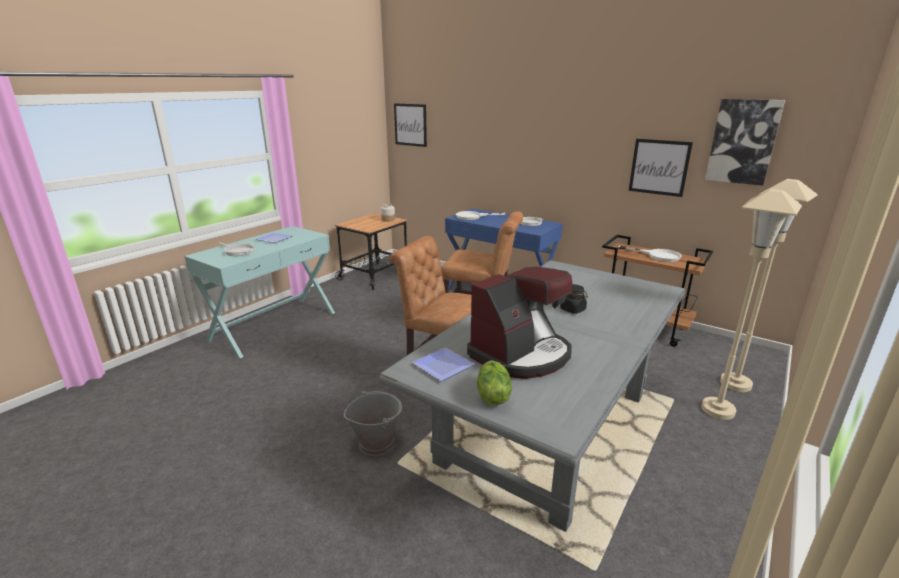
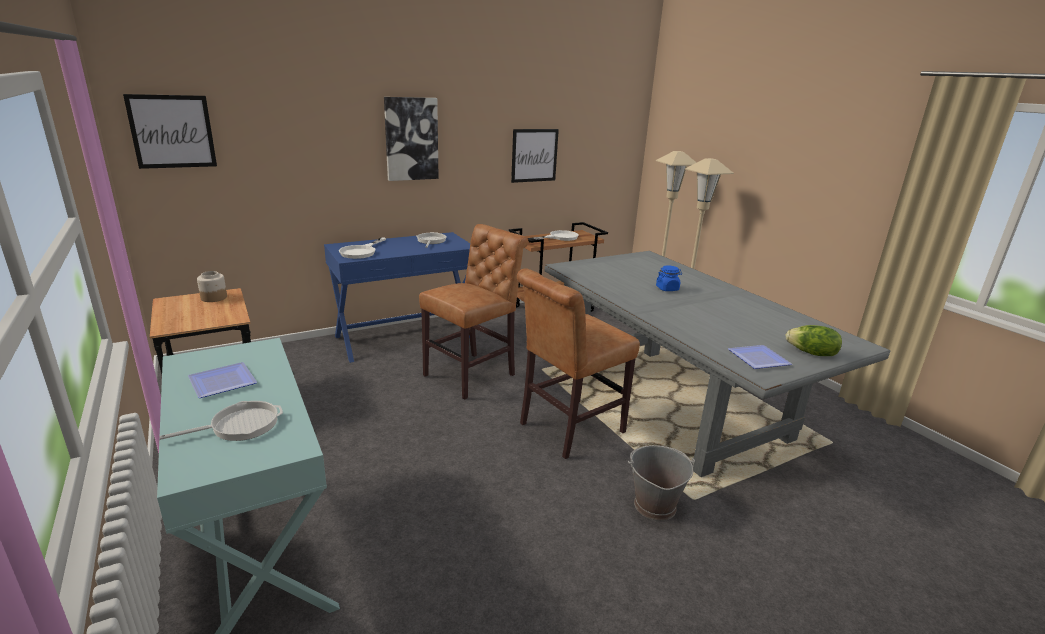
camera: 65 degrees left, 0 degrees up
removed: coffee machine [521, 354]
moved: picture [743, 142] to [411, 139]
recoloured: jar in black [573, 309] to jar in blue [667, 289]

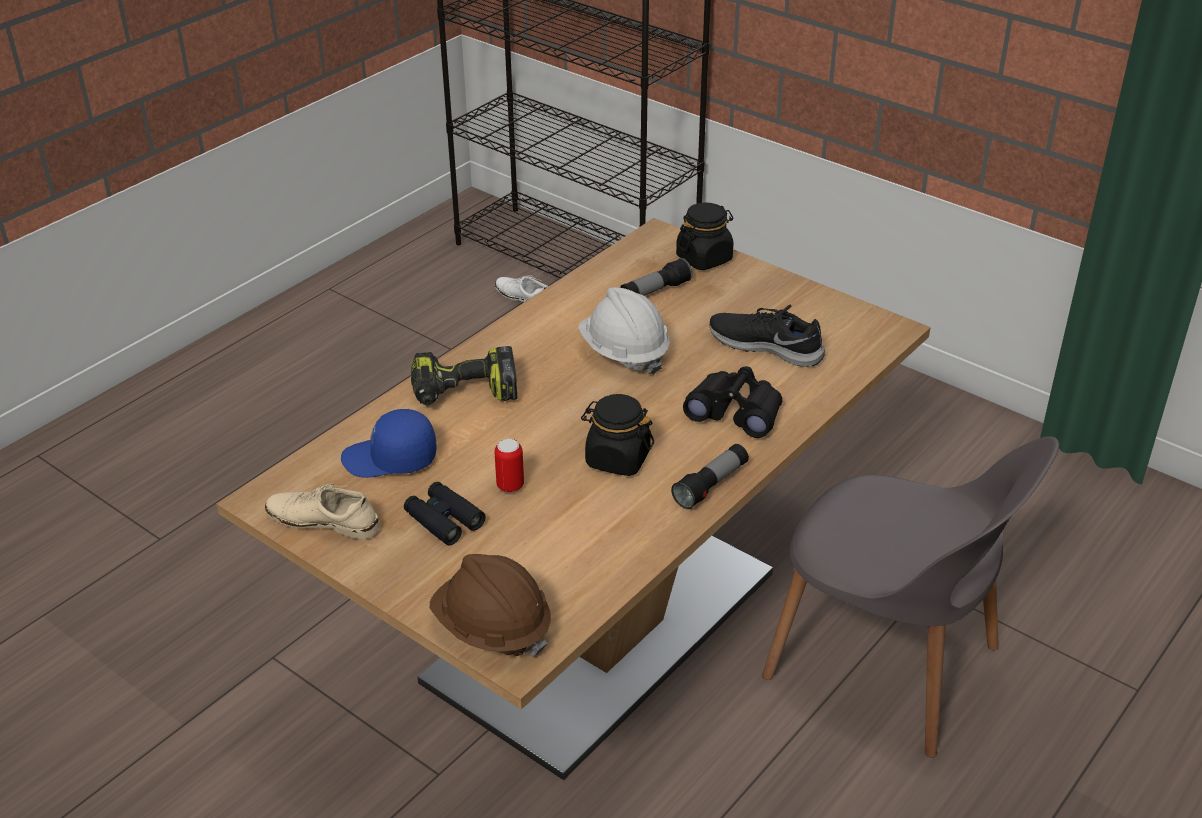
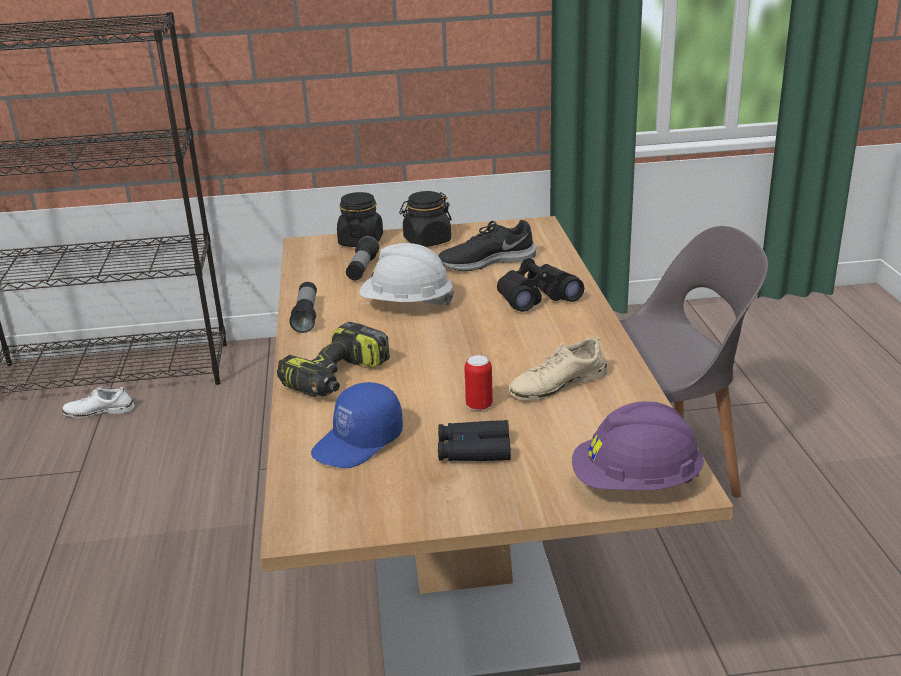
camera: 45 degrees left, 10 degrees down
moved: shoe in beige [323, 520] to [557, 384]; jar in black [617, 459] to [427, 241]; flashlight [711, 485] to [306, 316]
recoloured: hard hat in brown [492, 628] to hard hat in purple [636, 483]

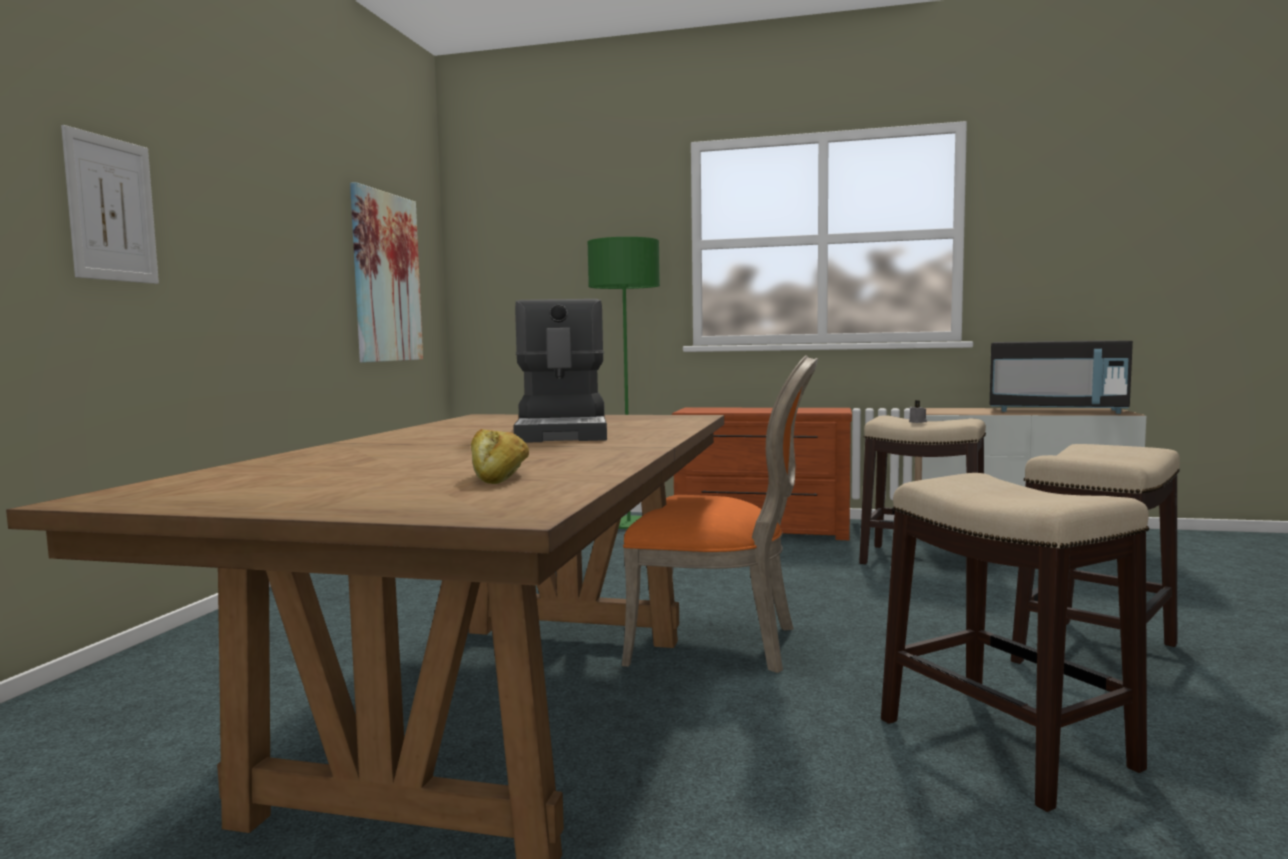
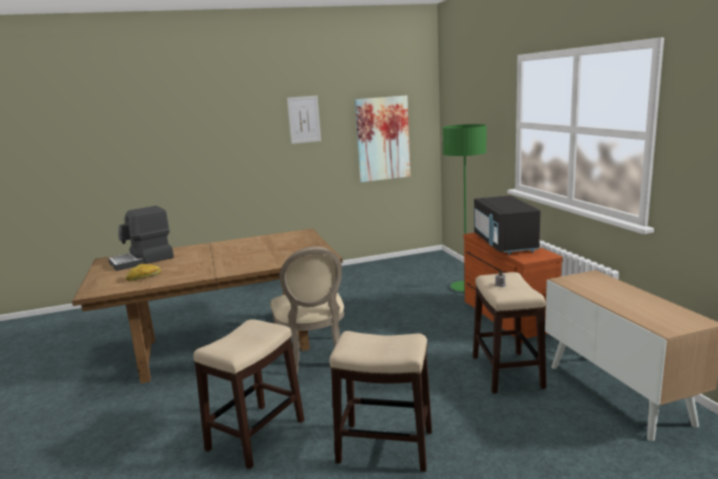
camera: 60 degrees right, 10 degrees up
moved: picture [111, 209] to [304, 119]; coffee machine [564, 432] to [142, 260]; microwave in black [1056, 411] to [504, 244]
recoloured: chair in orange [721, 643] to chair in beige [314, 357]

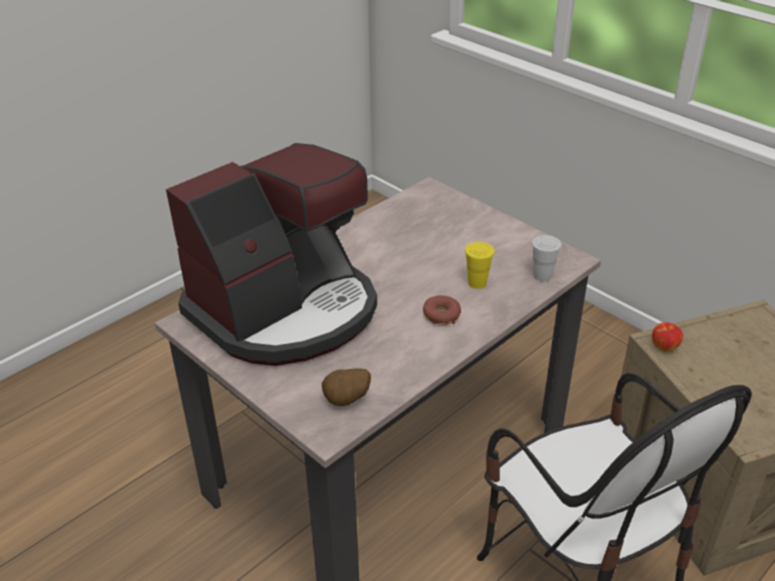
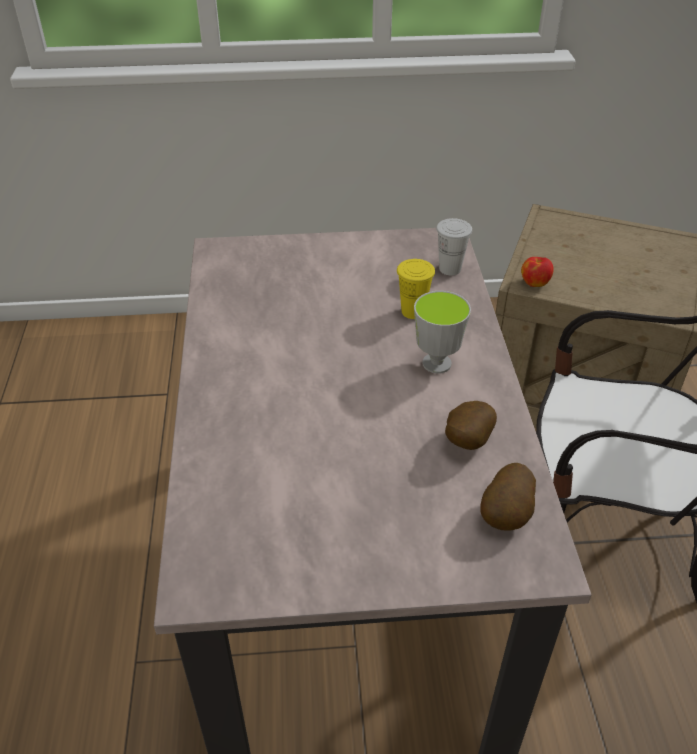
camera: 50 degrees left, 5 degrees up
removed: coffee machine [286, 311]
added: potato [466, 442]
replaced: donut [441, 315] to cup [436, 363]

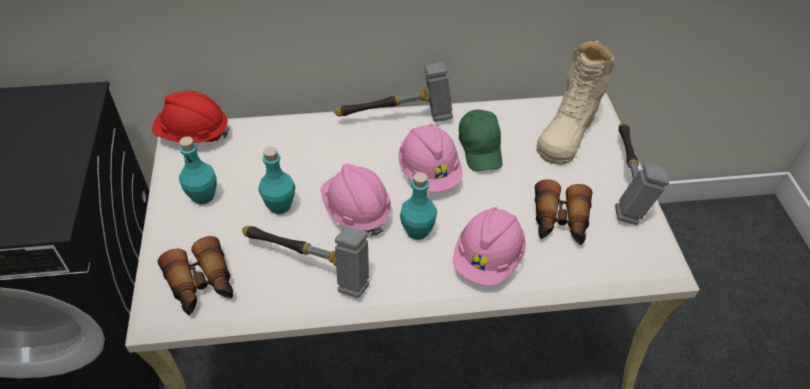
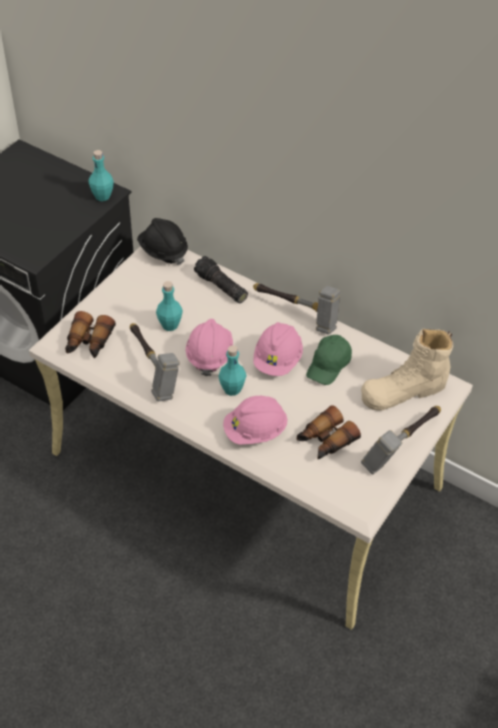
camera: 40 degrees right, 0 degrees up
added: flashlight [220, 287]
moved: bottle in turquoise [203, 196] to [102, 196]
recoloured: hard hat in red [193, 134] to hard hat in black [163, 251]

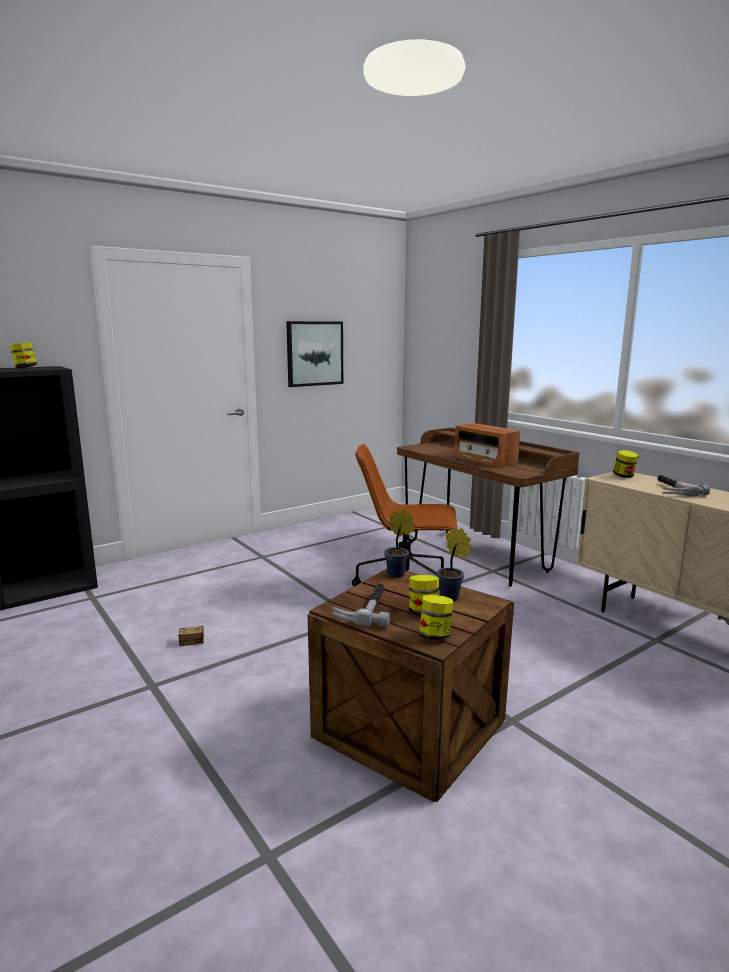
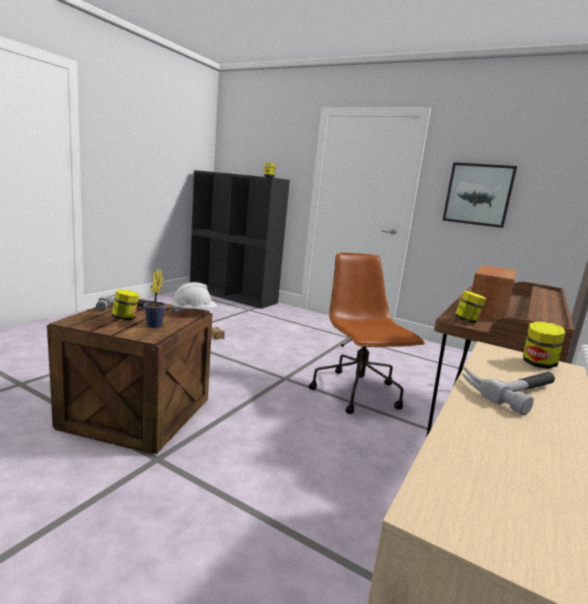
camera: 65 degrees right, 0 degrees up
moved: jar [435, 636] to [467, 321]
replaced: potted plant [398, 574] to hard hat in white [194, 312]

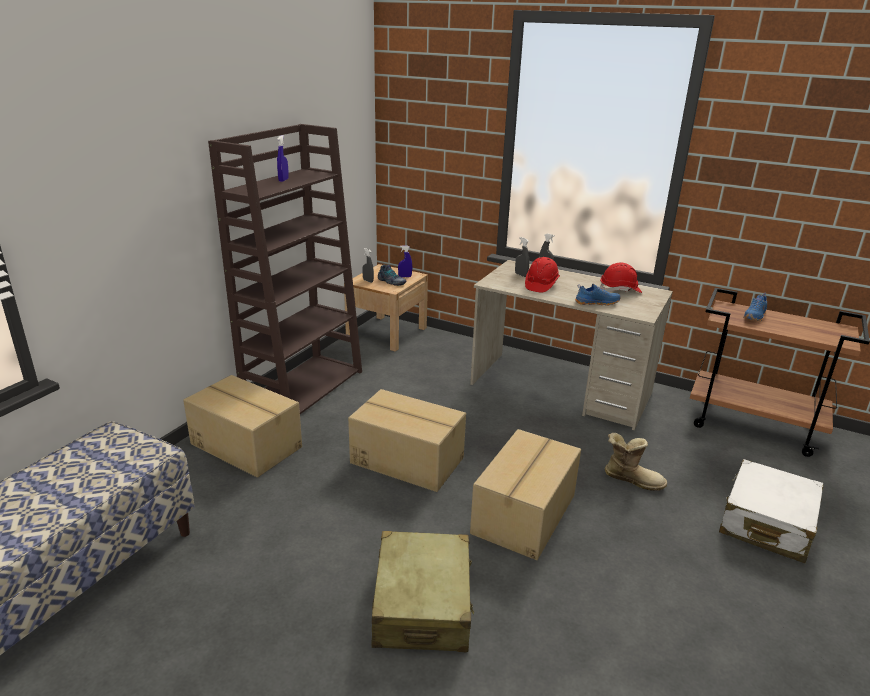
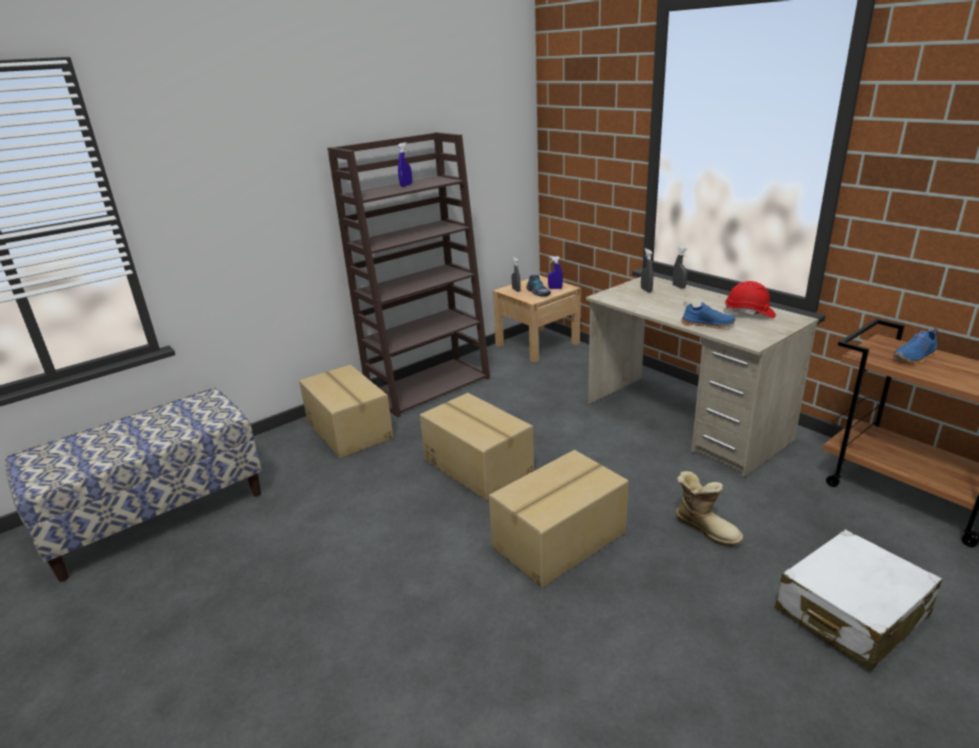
camera: 25 degrees right, 0 degrees up
removed: suitcase in beige [422, 604]; hard hat in red [541, 285]

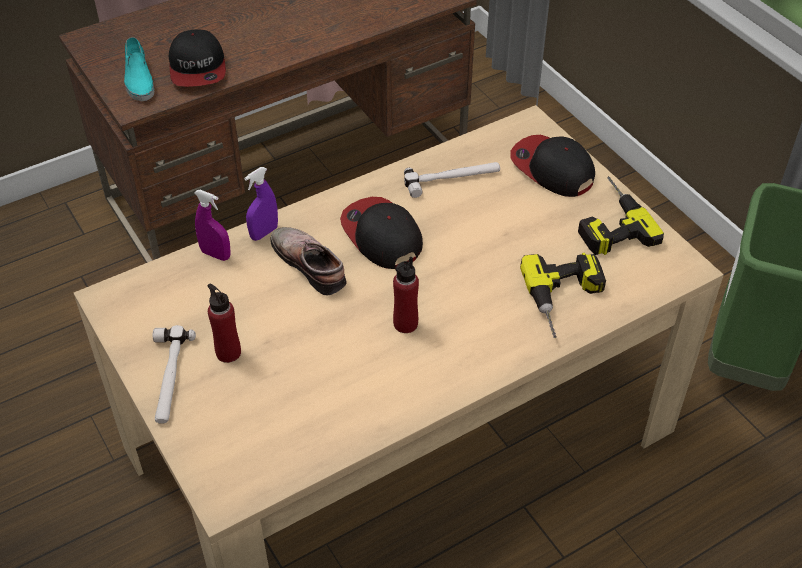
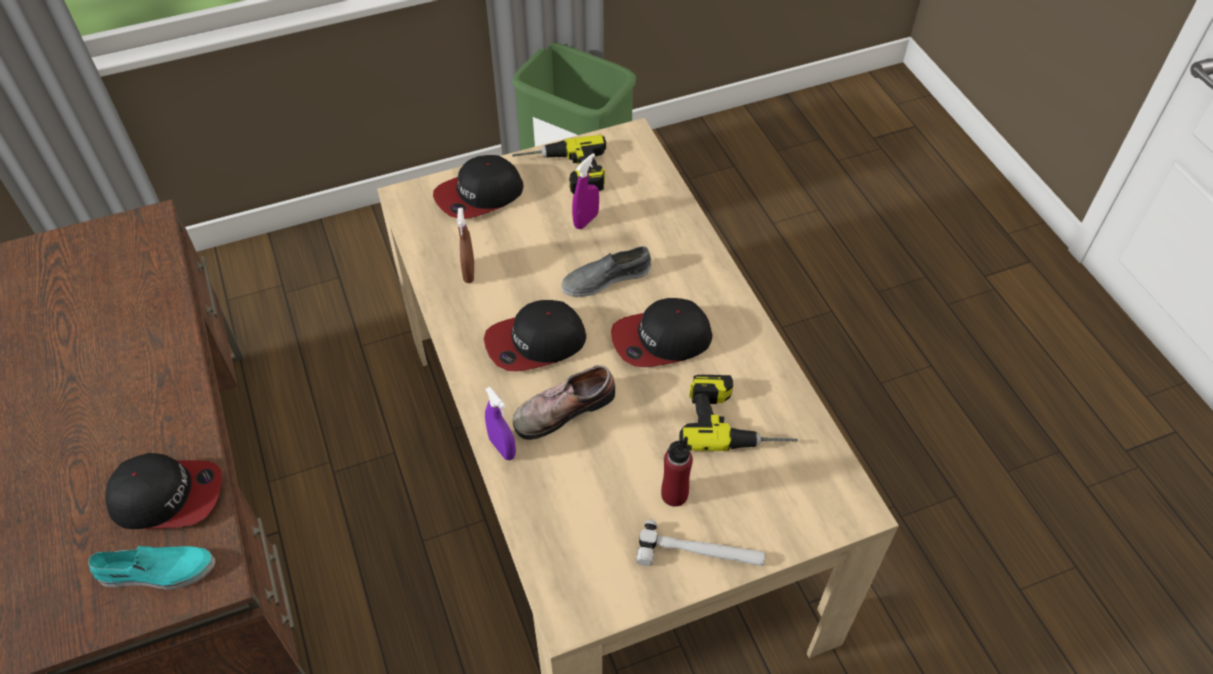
camera: 80 degrees left, 5 degrees up
added: shoe in grey [606, 278]
moved: spray bottle in purple [215, 254] to [586, 220]; power drill [567, 300] to [736, 420]
replaced: bottle in red [405, 324] to cap [661, 340]; hammer [452, 179] to spray bottle in brown [469, 272]

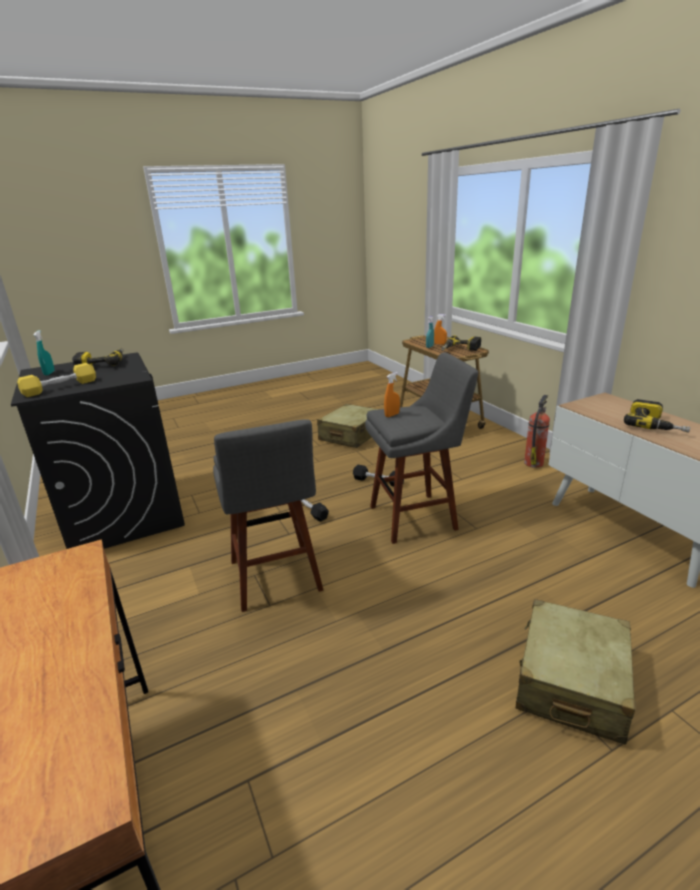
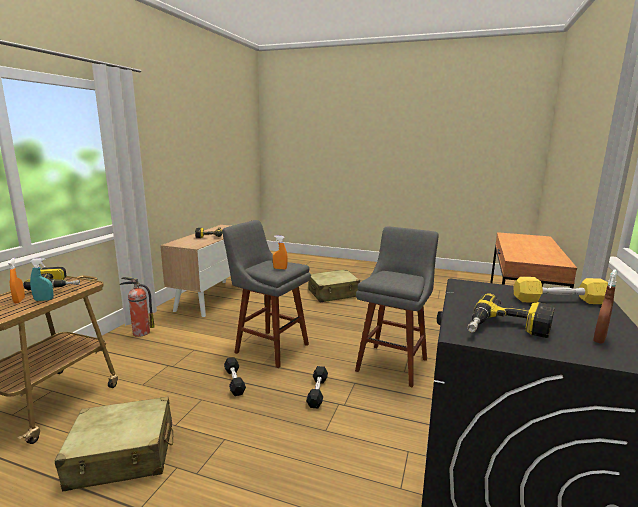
camera: 135 degrees left, 10 degrees down
recoloured: spray bottle in turquoise [49, 373] to spray bottle in brown [599, 339]

